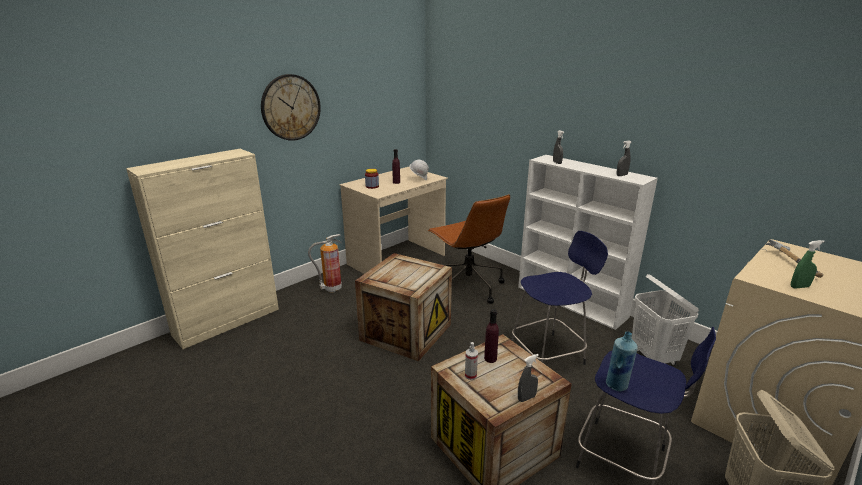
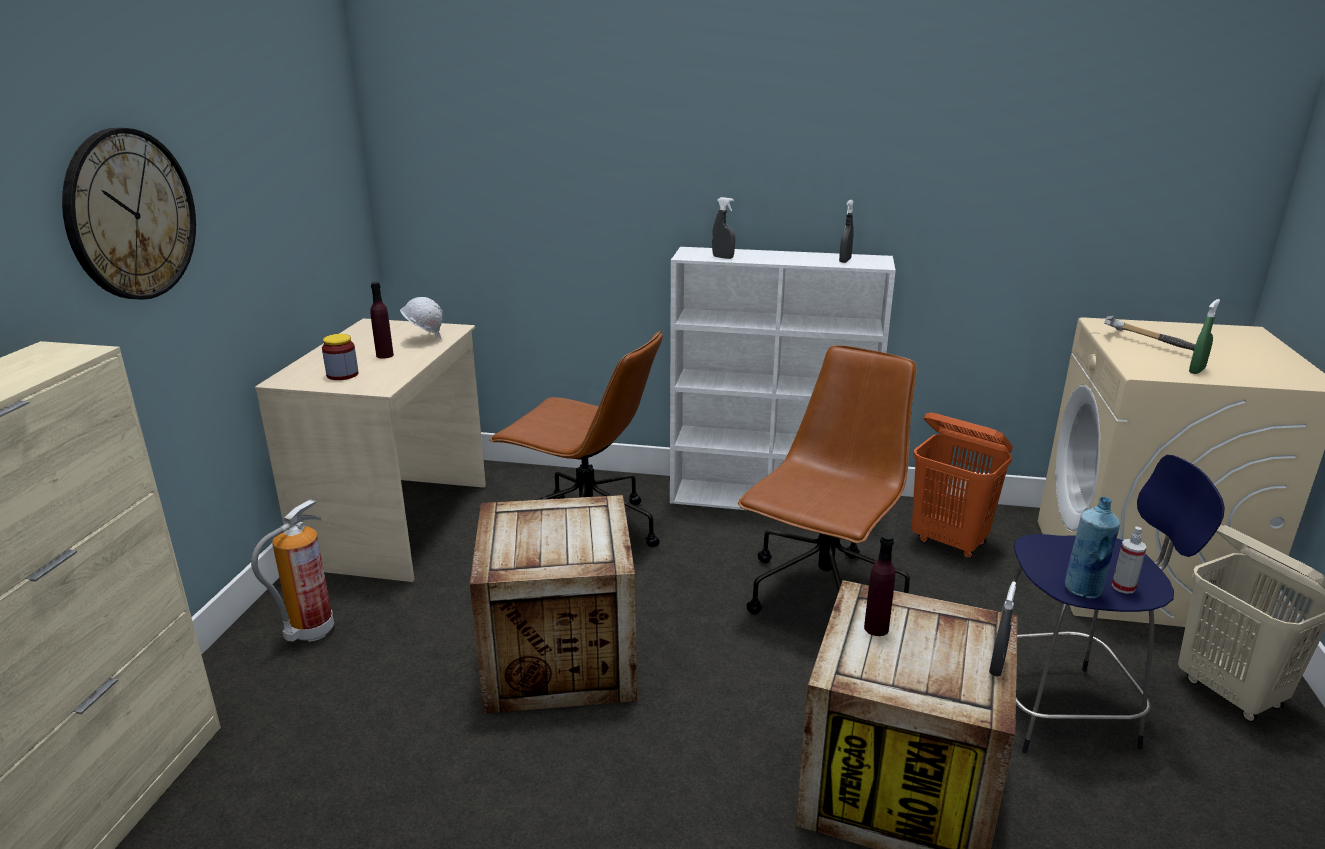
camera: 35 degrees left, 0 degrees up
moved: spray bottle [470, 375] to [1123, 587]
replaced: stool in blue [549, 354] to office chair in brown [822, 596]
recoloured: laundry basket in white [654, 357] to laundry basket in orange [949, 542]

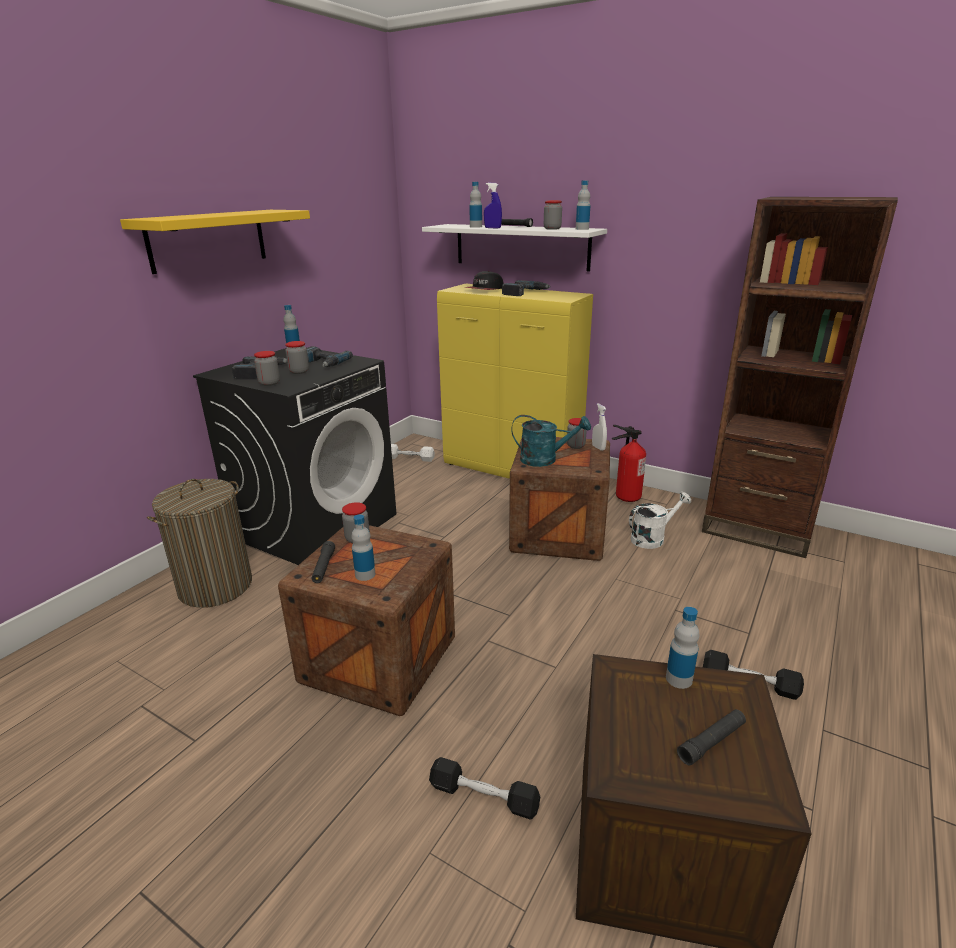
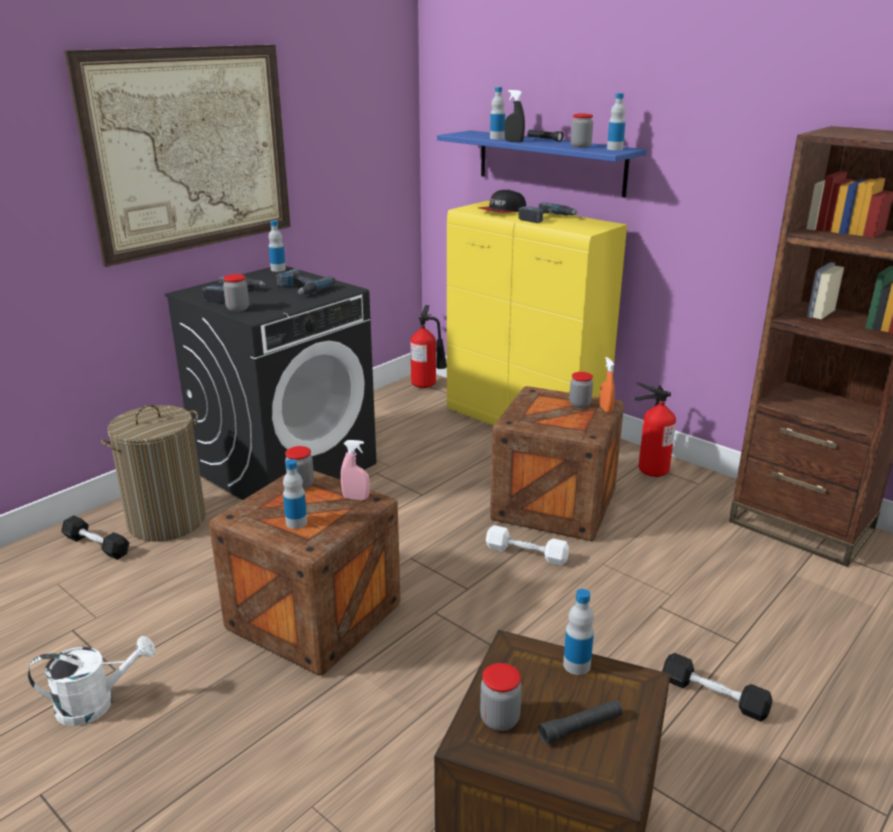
camera: 10 degrees right, 0 degrees up
removed: flashlight in black [323, 567]; watering can in turquoise [545, 459]
added: spray bottle in pink [356, 498]; fire extinguisher [427, 385]
moved: jar [299, 371] to [500, 719]; dumbbell in white [409, 458] to [526, 554]; dumbbell in black [484, 797] to [96, 545]; watering can in white [652, 538] to [96, 703]
replaced: shelf in yellow [208, 240] to picture [191, 150]
recoloured: shelf in white [521, 246] to shelf in blue [550, 162]; spray bottle in blue [492, 228] to spray bottle in black [514, 141]; spray bottle in white [598, 448] to spray bottle in orange [605, 409]

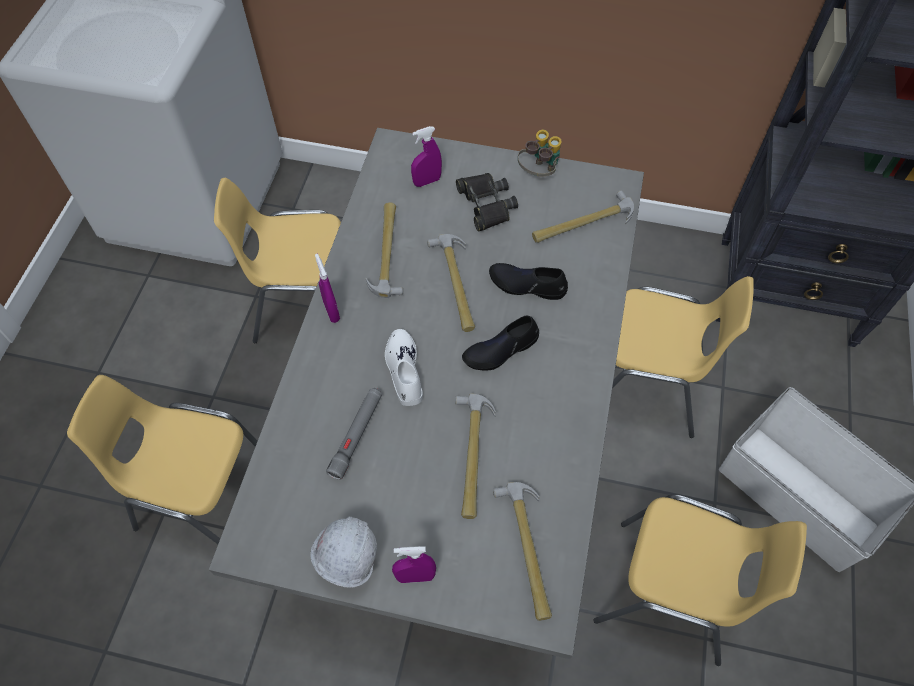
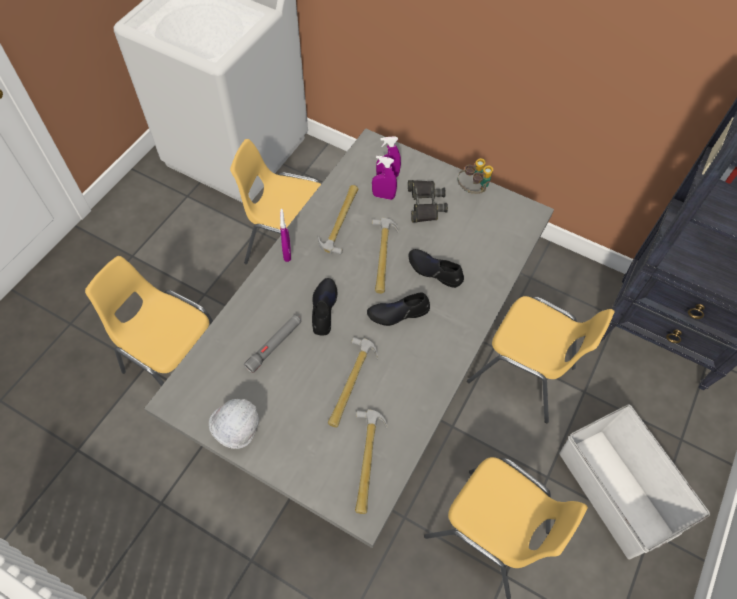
camera: 15 degrees right, 0 degrees up
removed: hammer [583, 223]
moved: spray bottle in purple [415, 576] to [383, 196]
recoloured: shoe in white [404, 370] to shoe in black [323, 309]

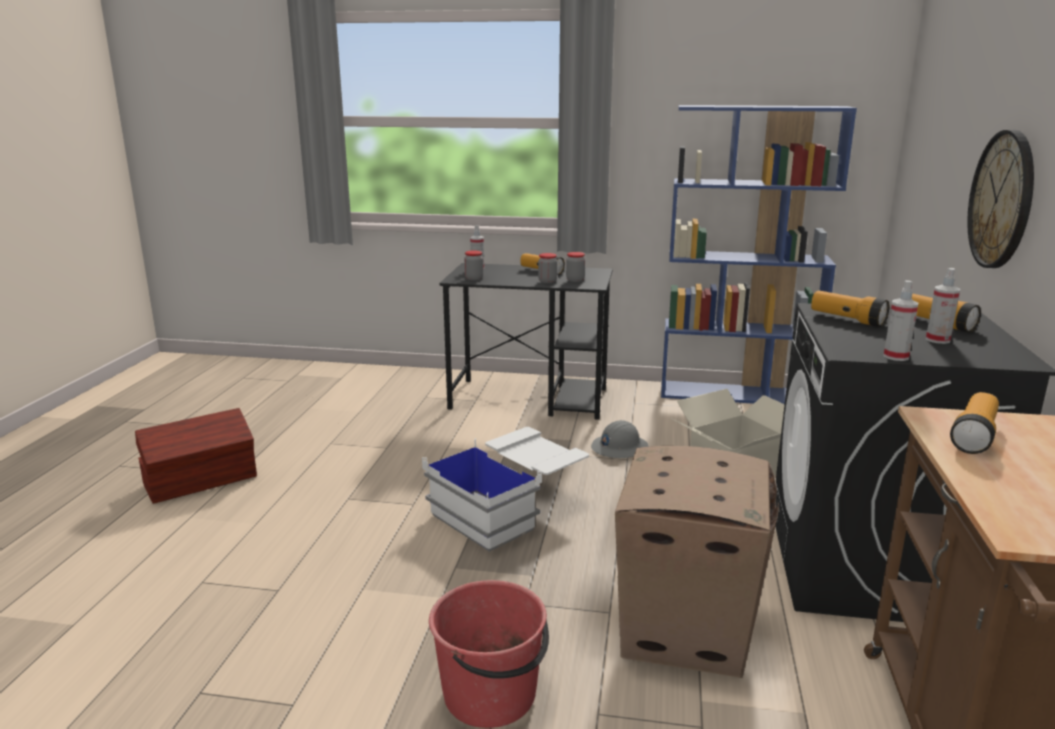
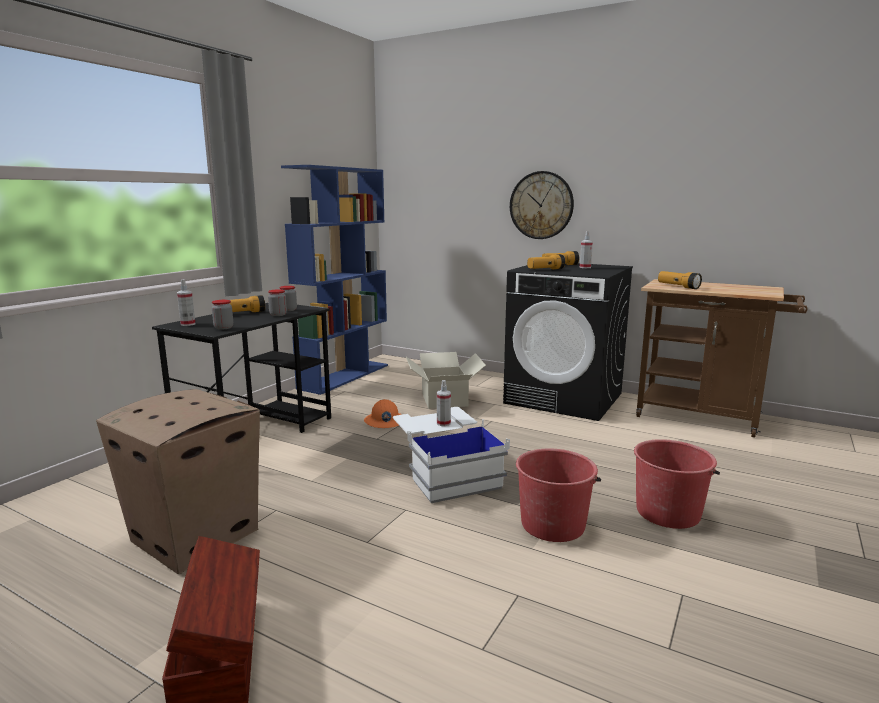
camera: 70 degrees left, 5 degrees down
added: bucket in red [553, 524]
moved: cardboard box [686, 630] to [194, 535]; spray bottle [896, 356] to [443, 423]
recoloured: hard hat in grey [619, 448] to hard hat in orange [384, 421]

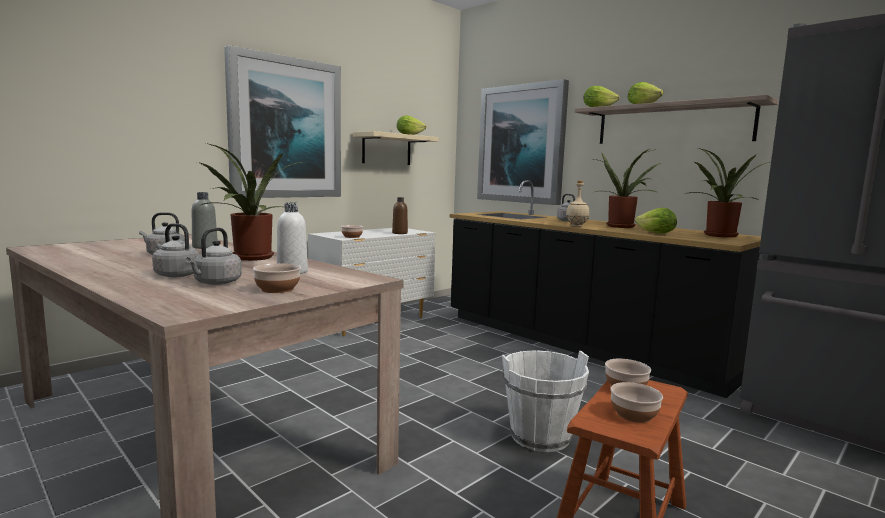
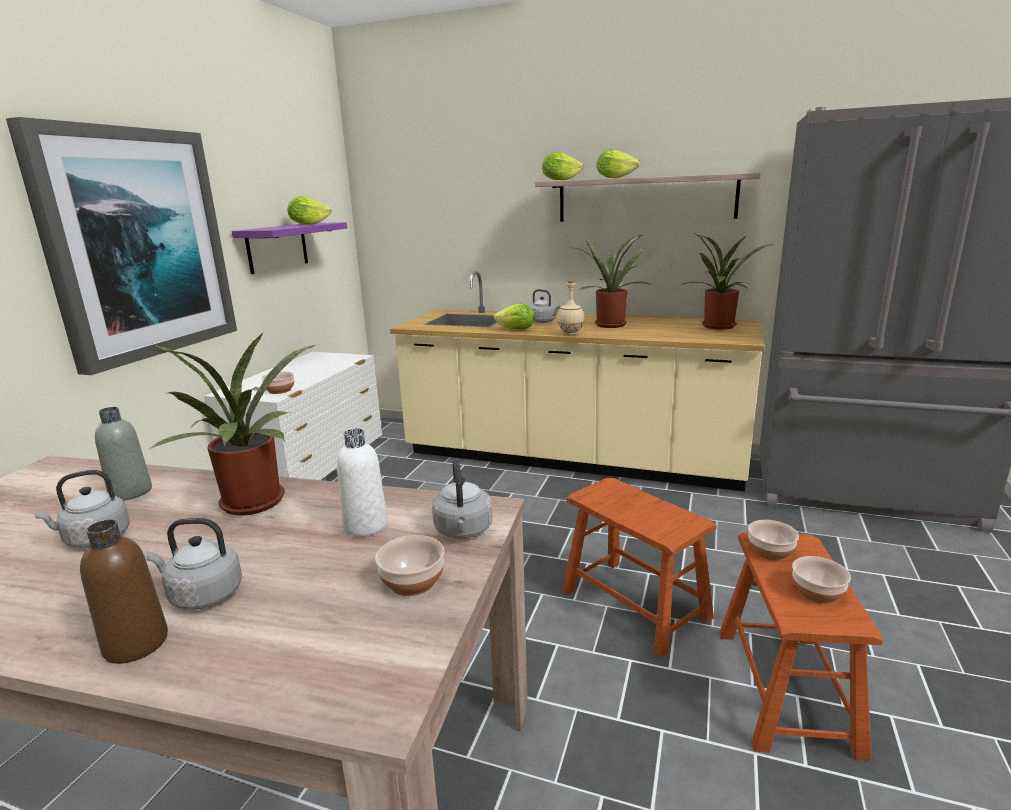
camera: 25 degrees left, 10 degrees up
removed: picture [522, 144]
moved: kettle in grey [216, 283] to [463, 531]; bottle in brown [400, 233] to [136, 644]; lettuce [656, 233] to [516, 330]
replaced: bucket in white [540, 437] to stool in brown [634, 604]
recoloured: shelf in beige [386, 149] to shelf in purple [277, 247]; counter in black [579, 344] to counter in beige [571, 457]

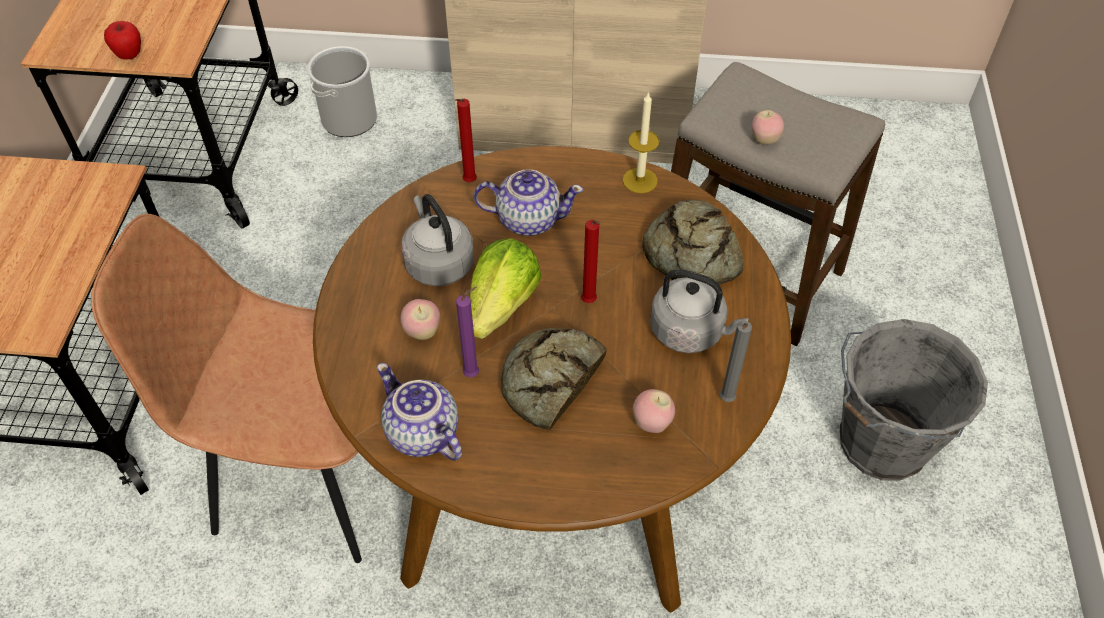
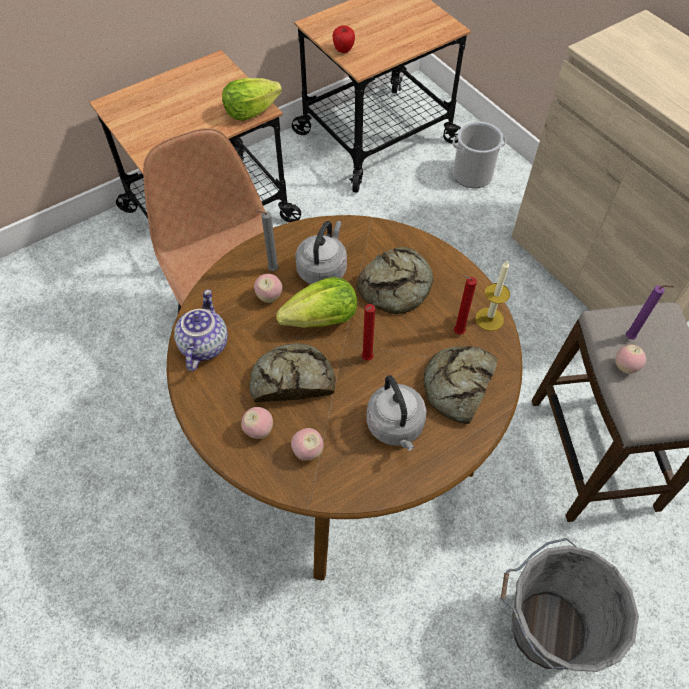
camera: 50 degrees right, 5 degrees up
added: lettuce [250, 111]; apple [259, 430]
moved: candle in red [468, 183] to [456, 332]; candle in purple [474, 373] to [631, 338]; candle in grey [725, 401] to [271, 270]
replaced: teapot [528, 219] to bread [397, 286]

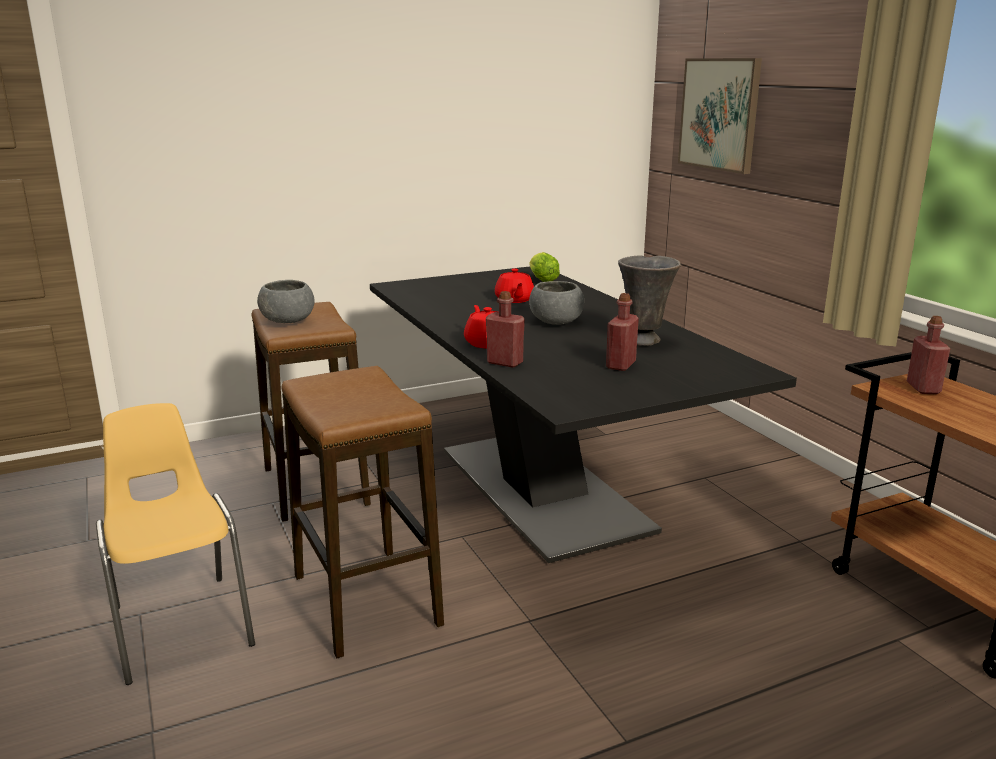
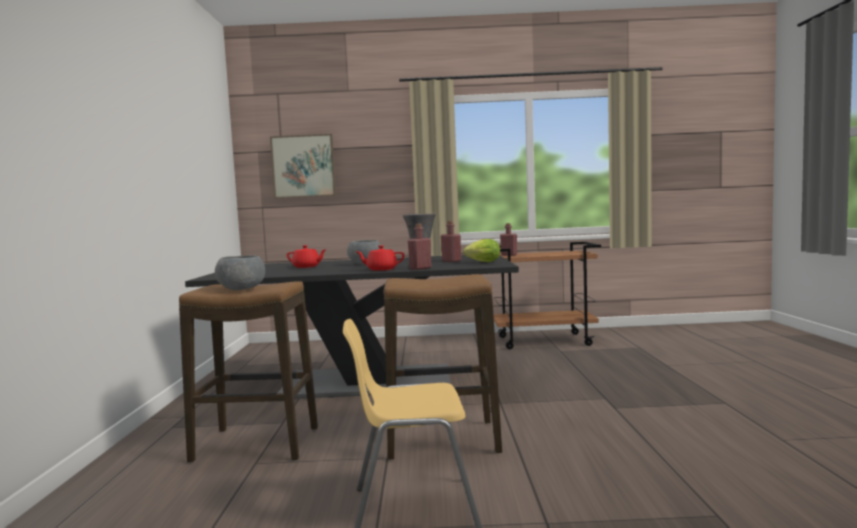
camera: 65 degrees left, 15 degrees down
moved: lettuce [541, 280] to [481, 262]

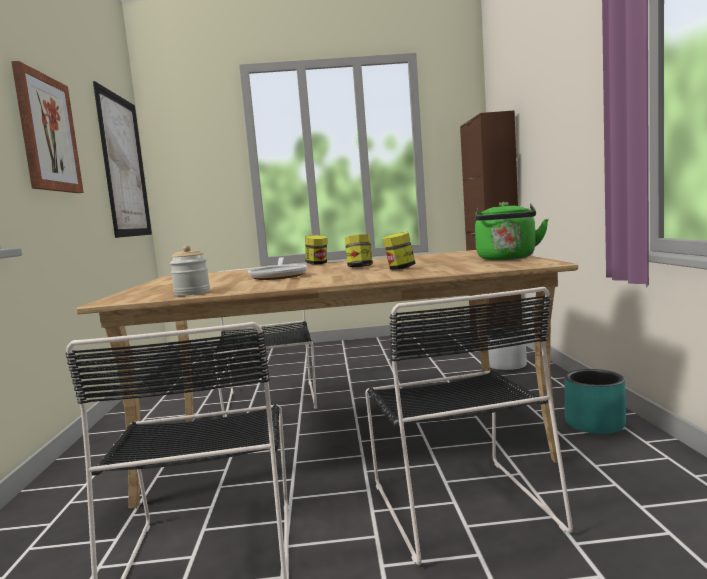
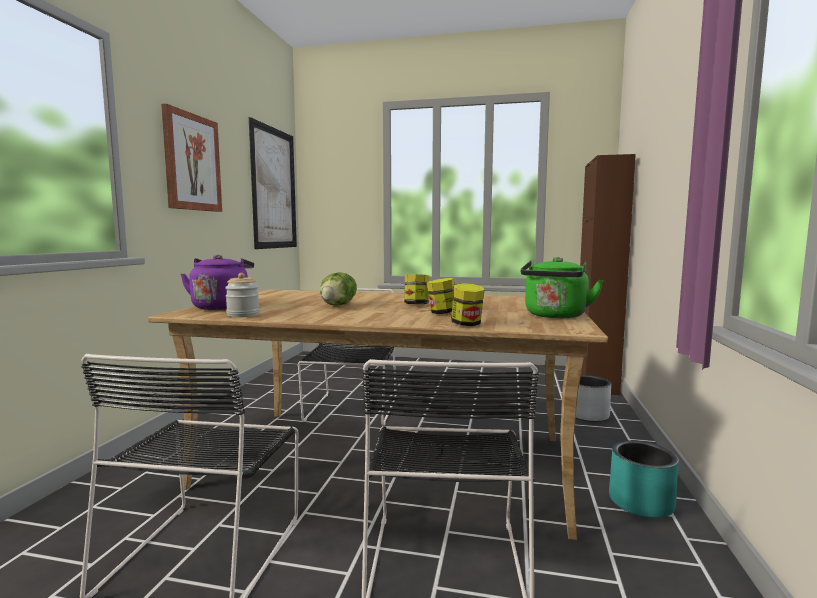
camera: 15 degrees right, 0 degrees up
added: kettle in purple [221, 307]
moved: jar [317, 264] to [466, 324]
replaced: frying pan [279, 276] to lettuce [338, 305]

